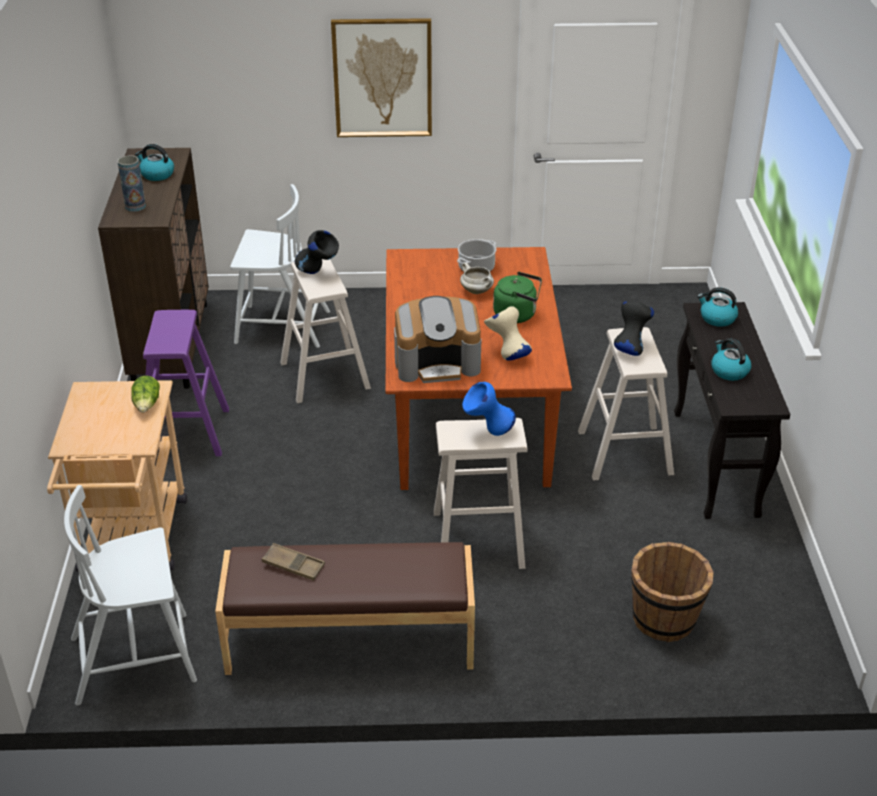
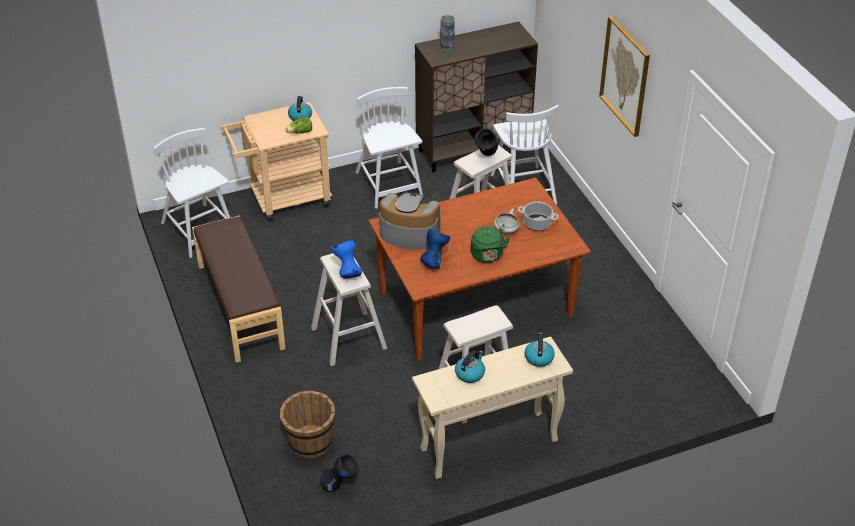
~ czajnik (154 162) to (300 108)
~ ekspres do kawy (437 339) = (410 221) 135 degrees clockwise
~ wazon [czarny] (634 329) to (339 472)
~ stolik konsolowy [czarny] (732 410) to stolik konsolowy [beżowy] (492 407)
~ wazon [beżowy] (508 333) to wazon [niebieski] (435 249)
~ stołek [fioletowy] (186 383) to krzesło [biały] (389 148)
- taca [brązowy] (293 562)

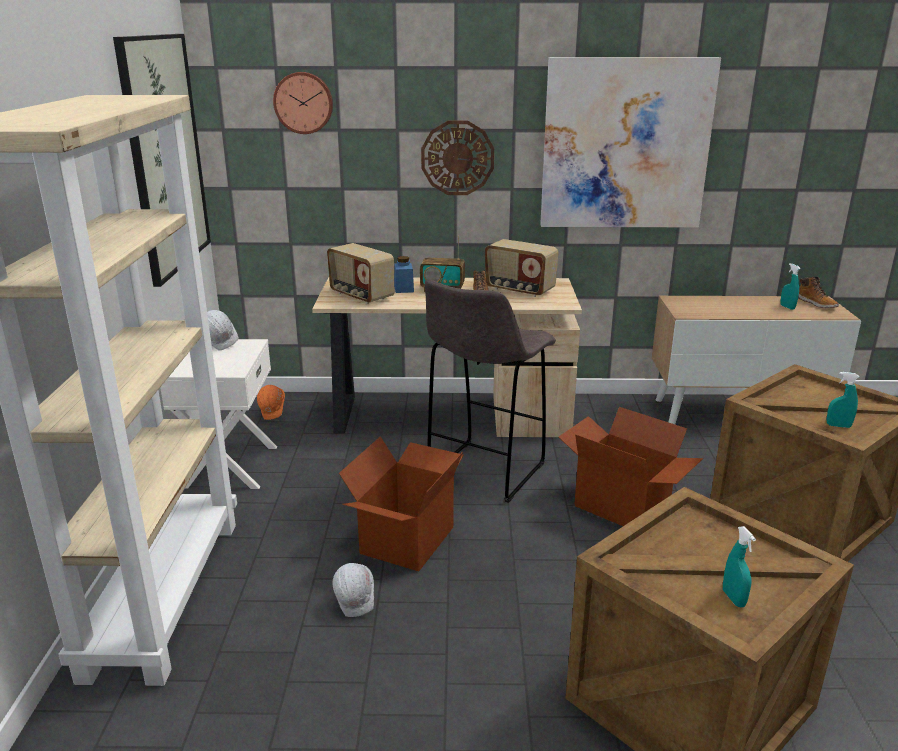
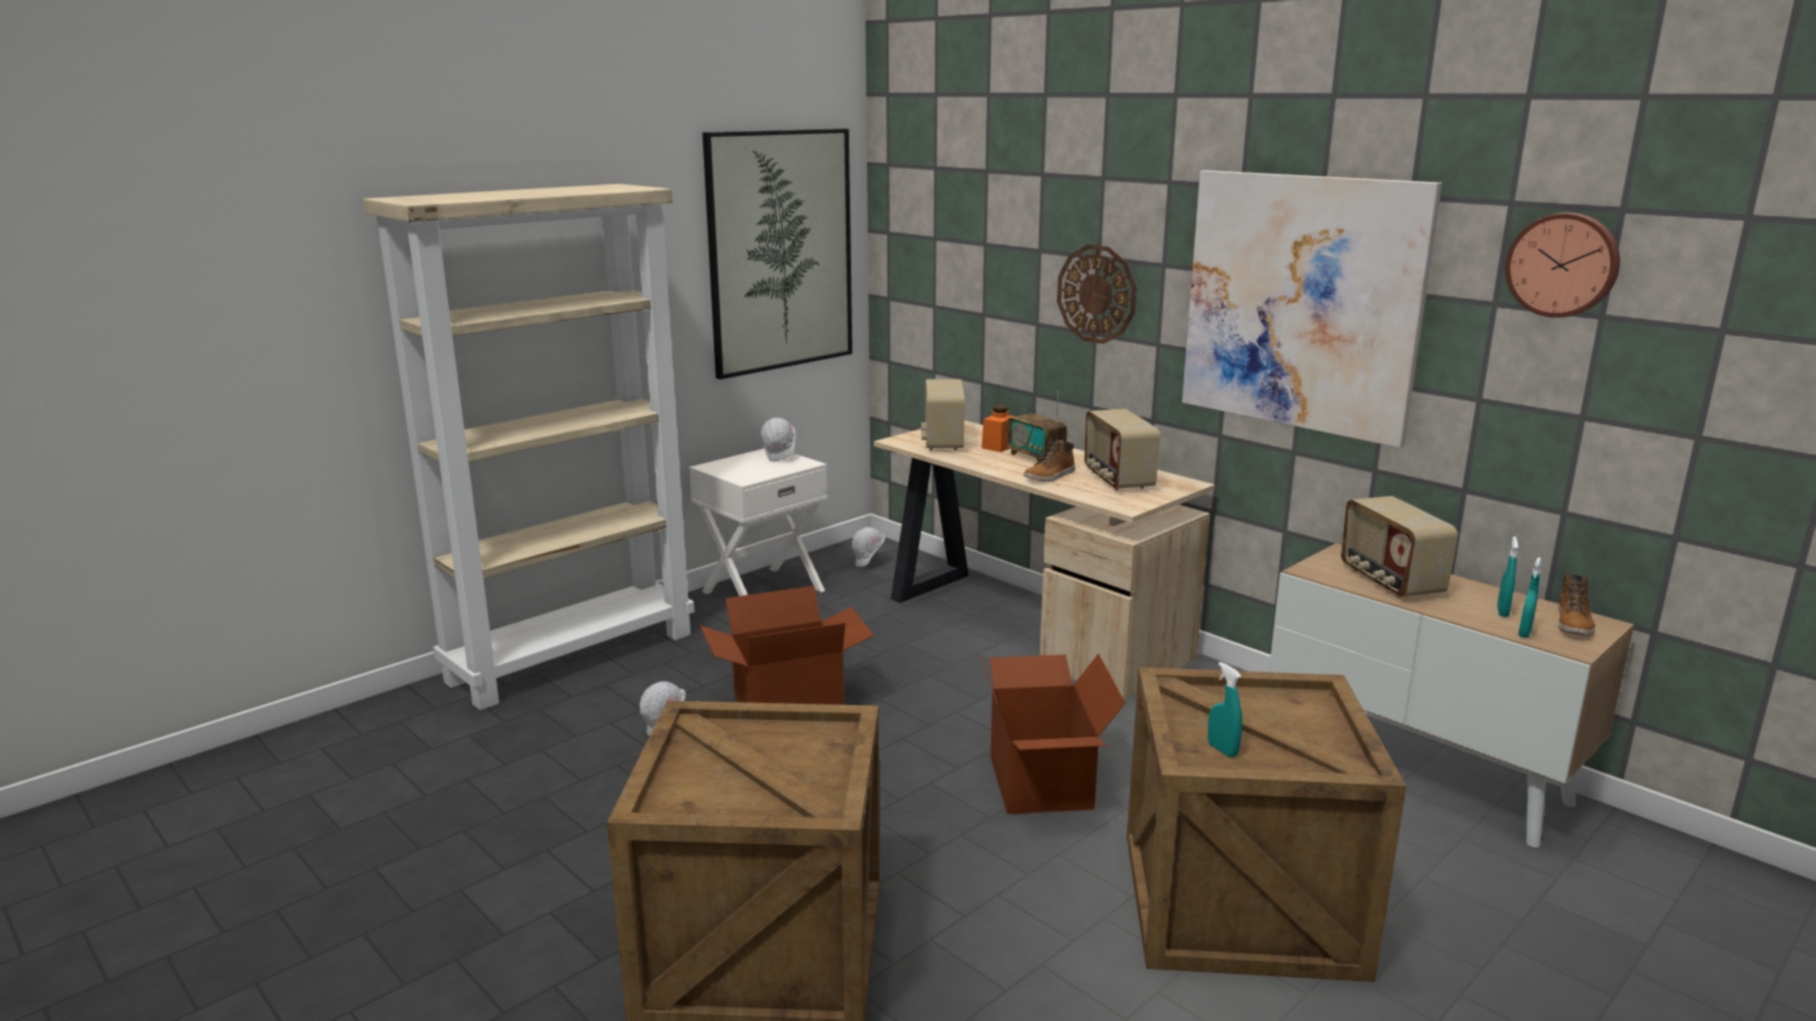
~ zegar ścienny (303 103) to (1562 265)
~ słoik [niebieski] (404 274) to słoik [pomarańczowy] (998 428)
- stołek [szary] (490 391)
~ kask [pomarańczowy] (271 402) to kask [biały] (868 547)
~ spryskiwacz [turkusowy] (739 566) to (1530 597)
+ radio (1399 547)

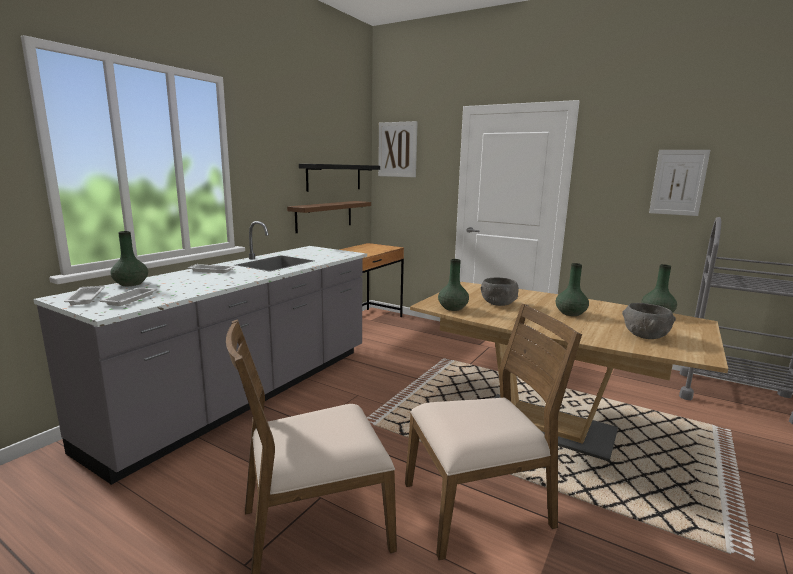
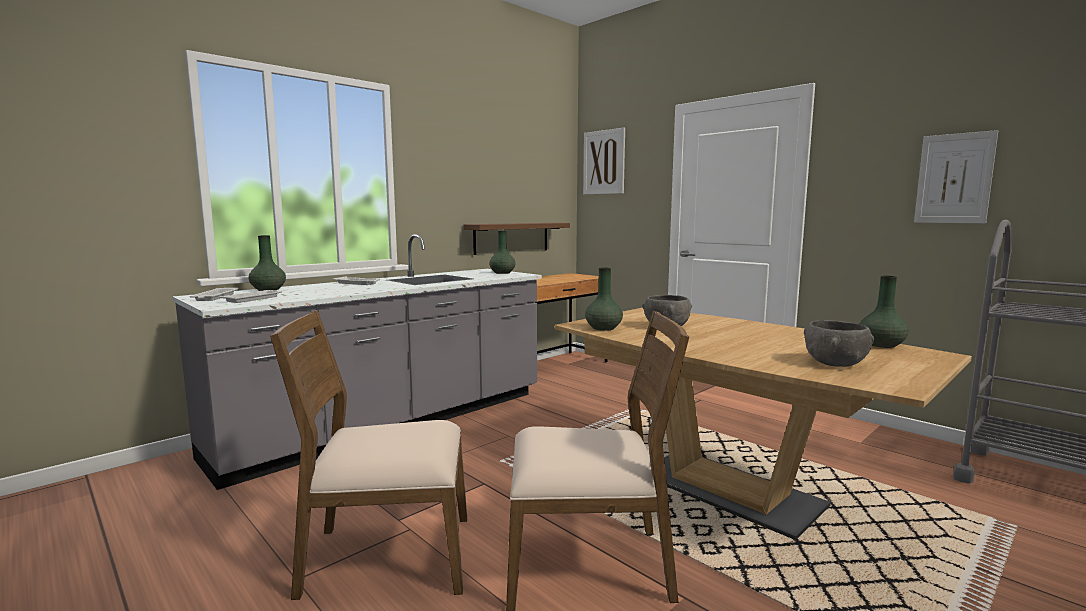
- półka [czarny] (339 178)
~ wazon [zielony] (572 289) to (502 252)

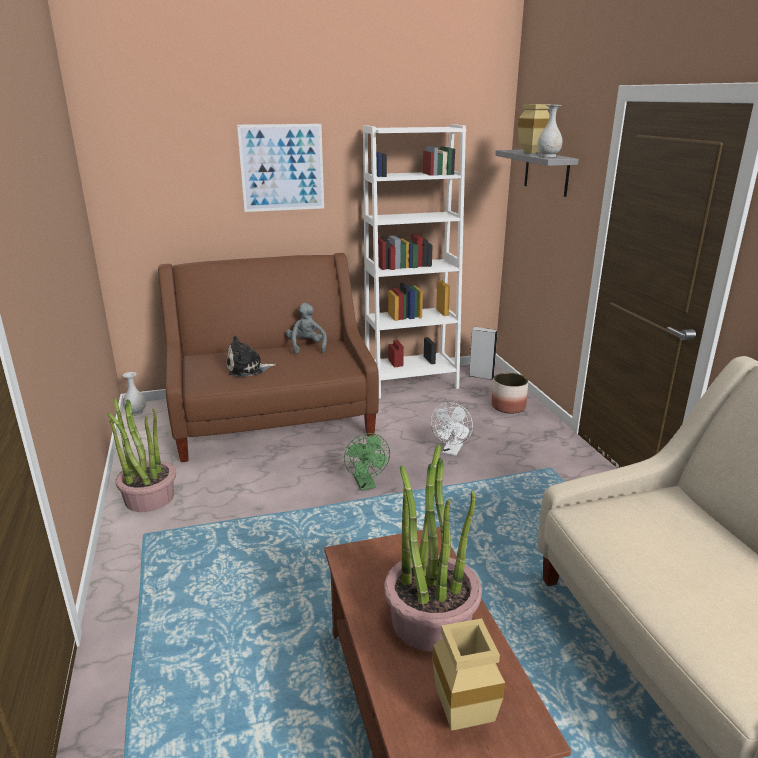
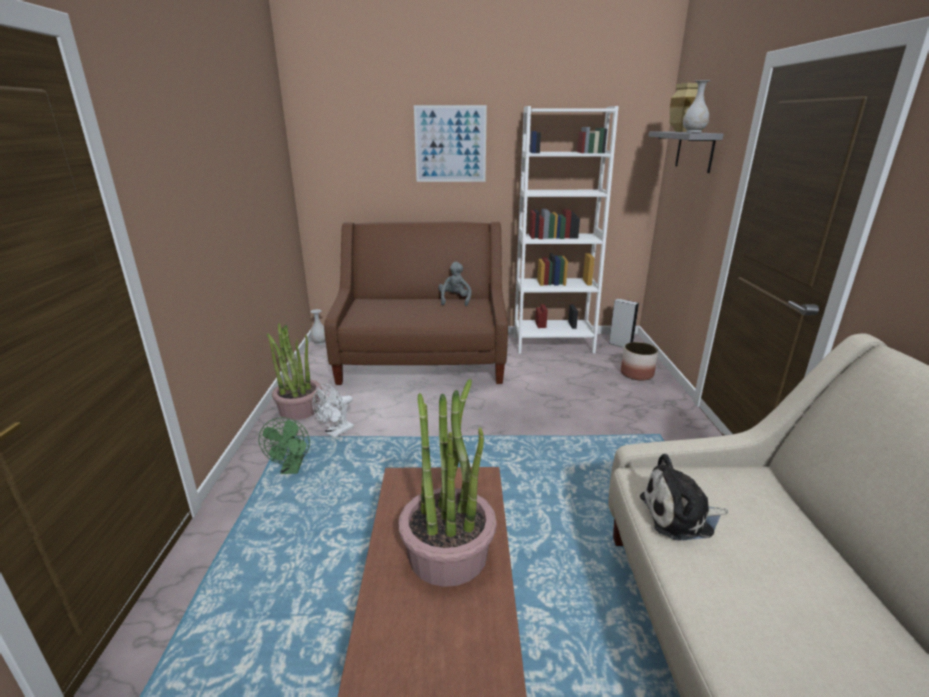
~ pluszak (251 356) to (684 497)
~ wentylator [biały] (452 429) to (333 411)
~ wentylator [zielony] (367 461) to (284 445)
- wazon [beżowy] (468 674)

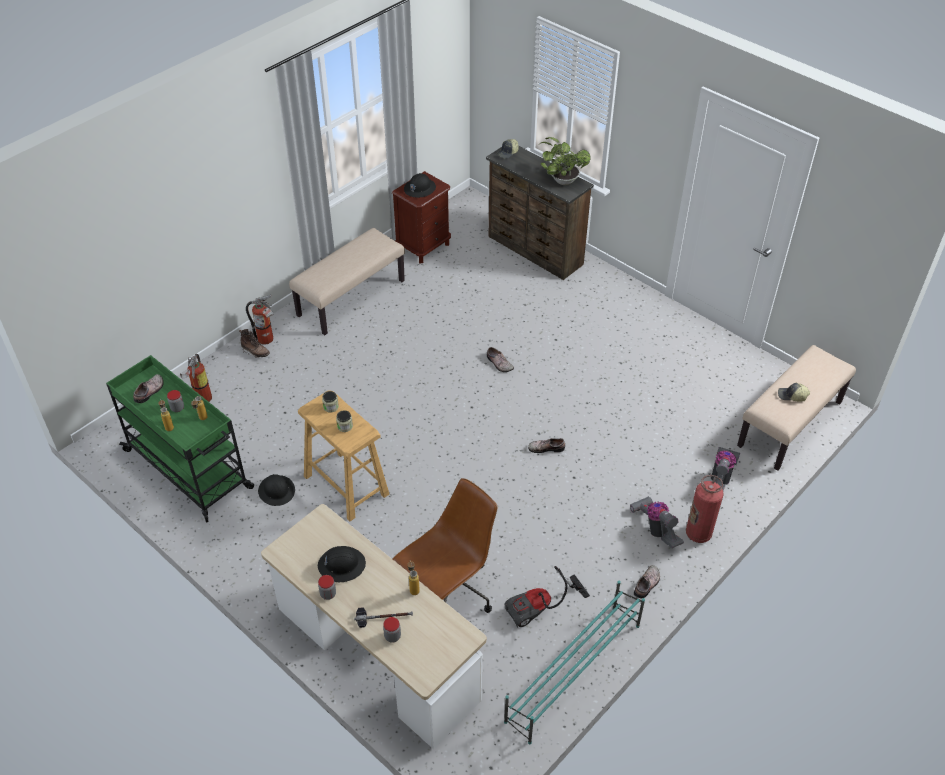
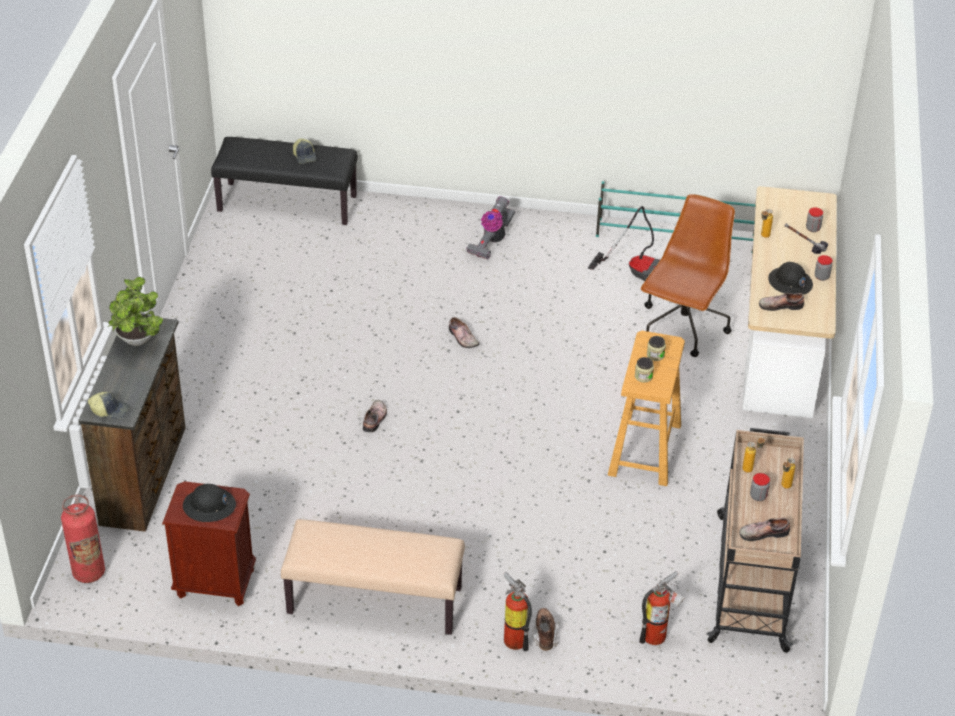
~ ławka [beżowy] (796 408) to ławka [czarny] (284 181)
~ wózek [zielony] (180 439) to wózek [beżowy] (755 540)
- odkurzacz (725 469)
- kask [czarny] (276 490)
~ gaśnica (705 509) to (83 539)
~ krzesło biurowe [brązowy] (445 545) = (688 275) 105 degrees clockwise
~ but (647 582) to (781 302)

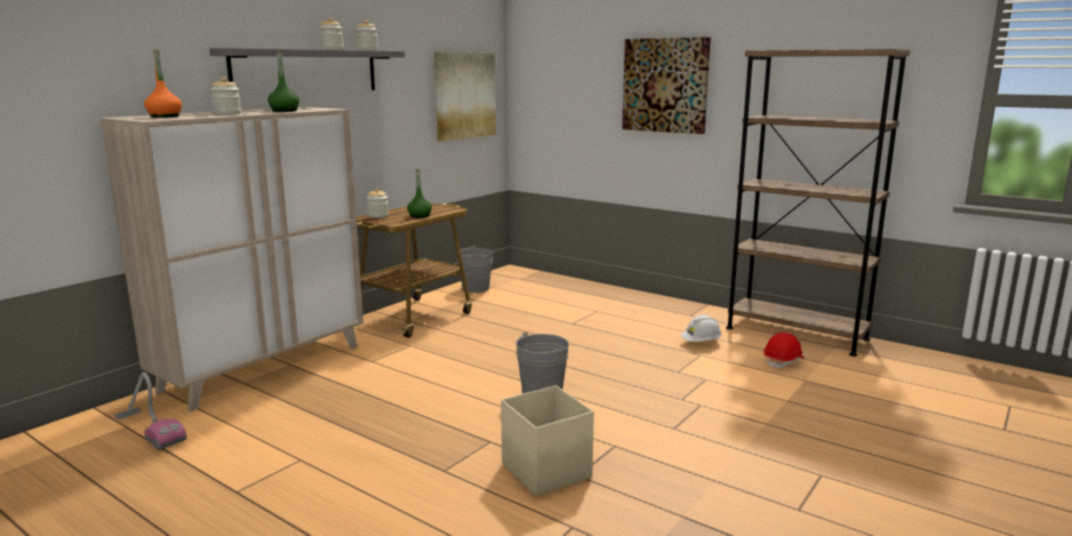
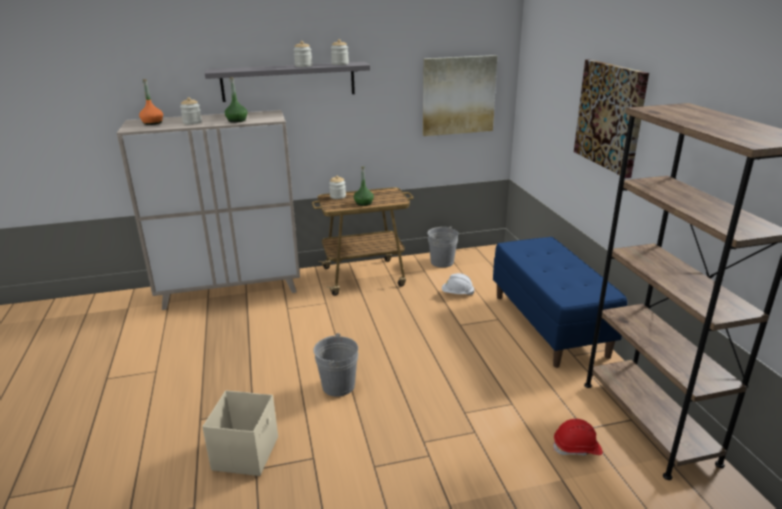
~ kask [biały] (701 328) to (458 284)
- odkurzacz (150 411)
+ ławka [niebieski] (560 302)

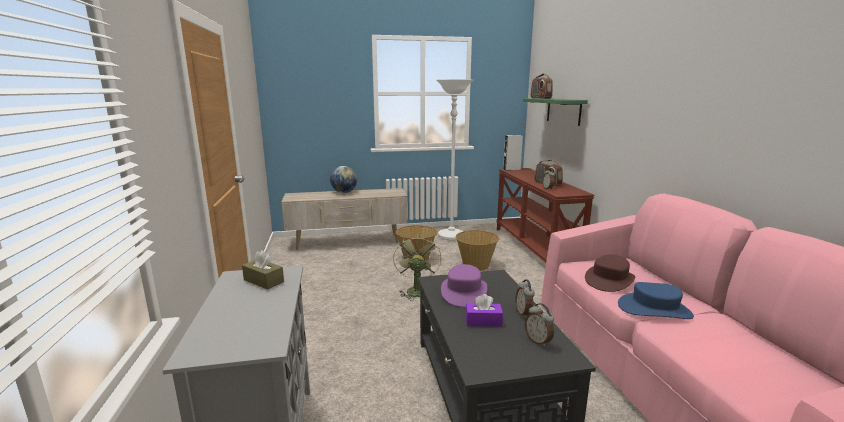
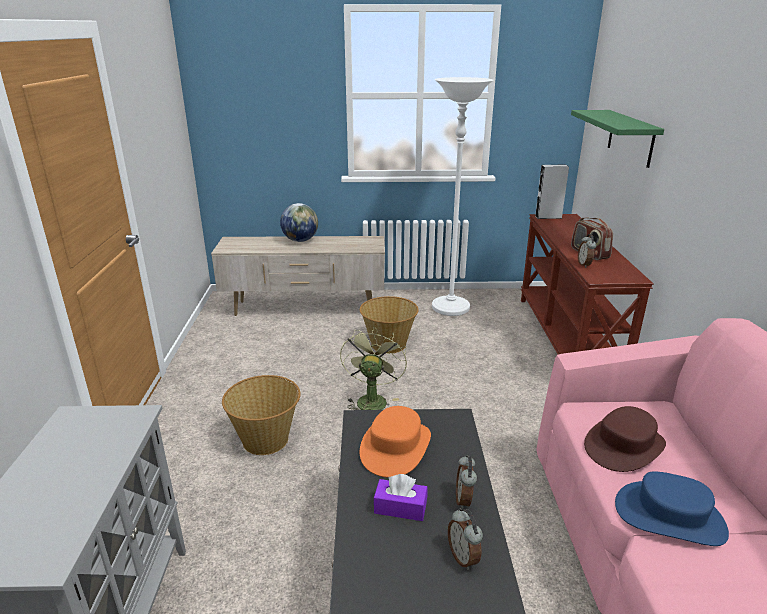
- radio (542 86)
~ koszyk (477 250) to (261 415)
- pudełko chusteczek [brązowy] (263 270)
~ kapelusz [fioletowy] (464 285) to kapelusz [pomarańczowy] (395 442)

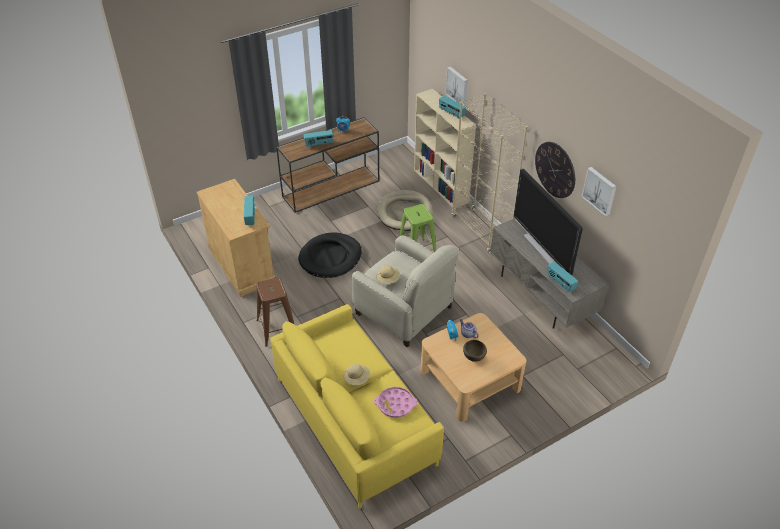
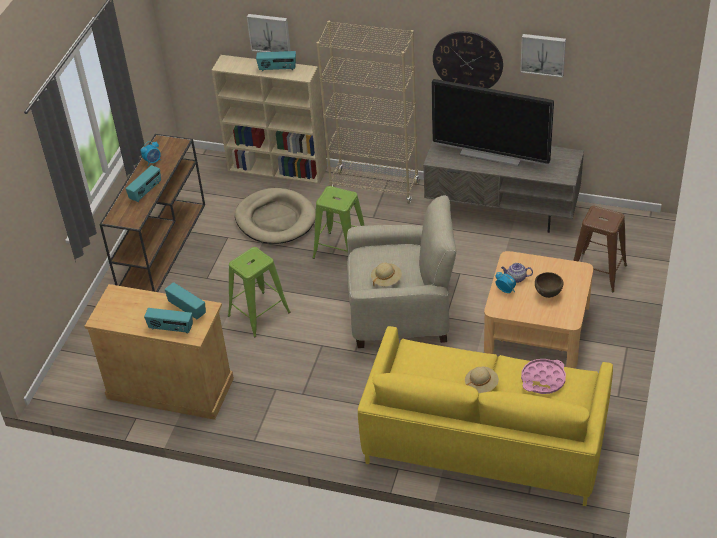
~ legowisko [czarny] (330 255) to stołek [zielony] (259 292)
~ radio (562 277) to (168 320)
~ stołek [brązowy] (275 312) to (600 249)

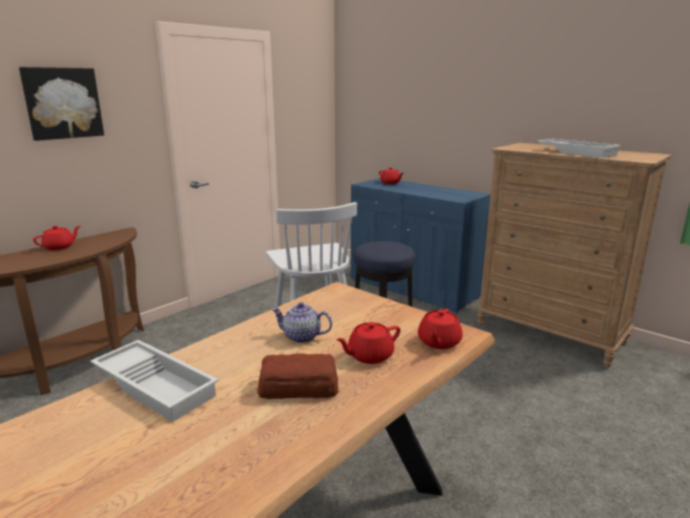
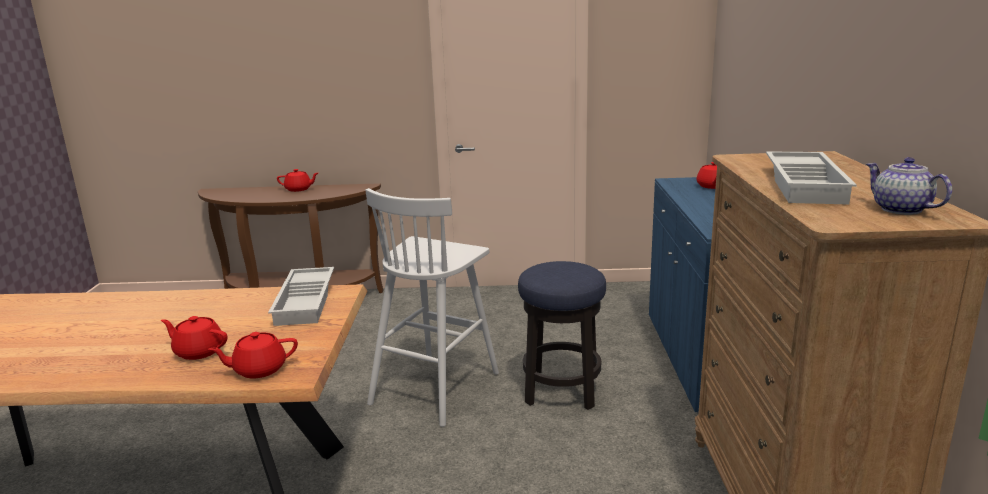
- obraz (61 104)
~ imbryk (301 322) to (909 186)
~ taca [biały] (154 381) to (301 296)
- chleb (298 376)

